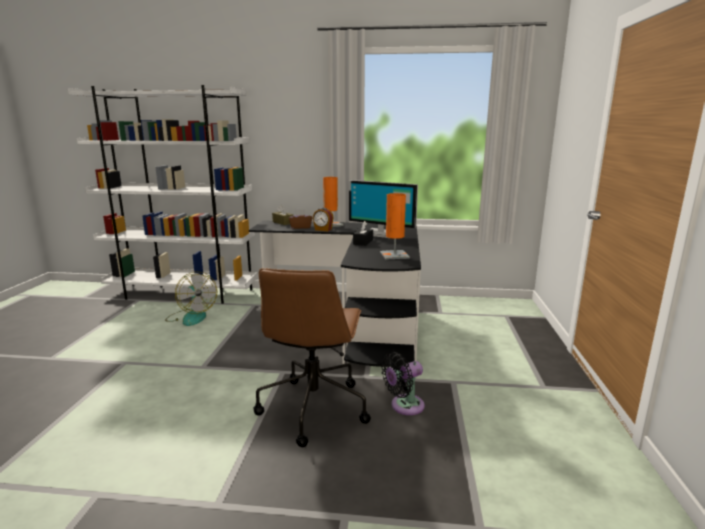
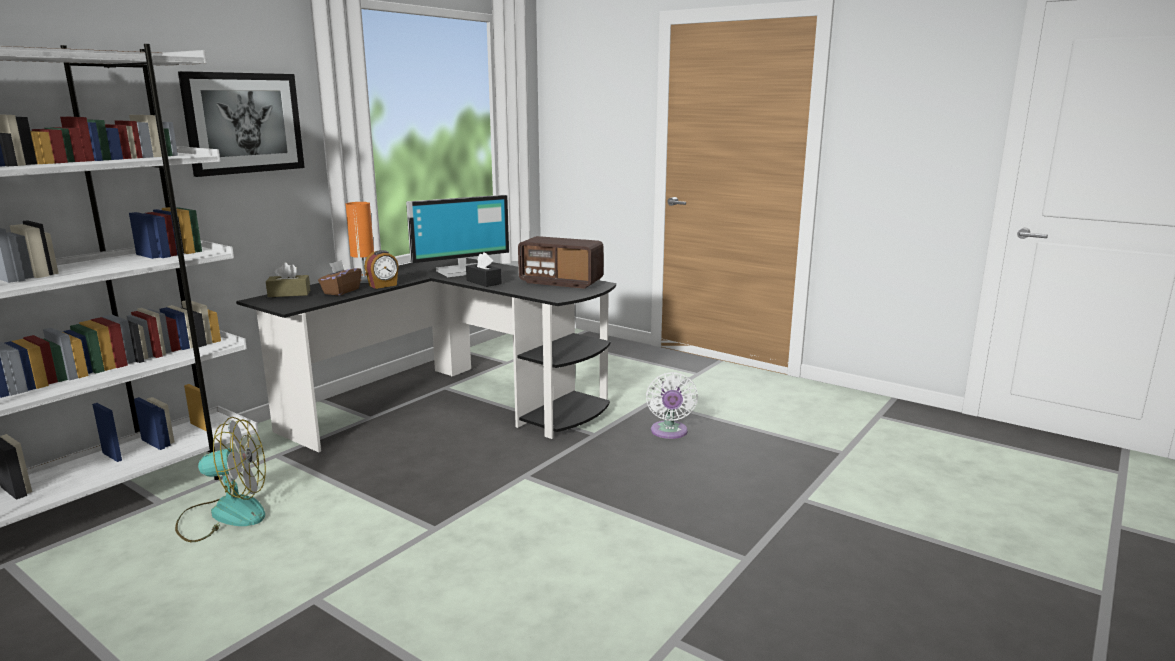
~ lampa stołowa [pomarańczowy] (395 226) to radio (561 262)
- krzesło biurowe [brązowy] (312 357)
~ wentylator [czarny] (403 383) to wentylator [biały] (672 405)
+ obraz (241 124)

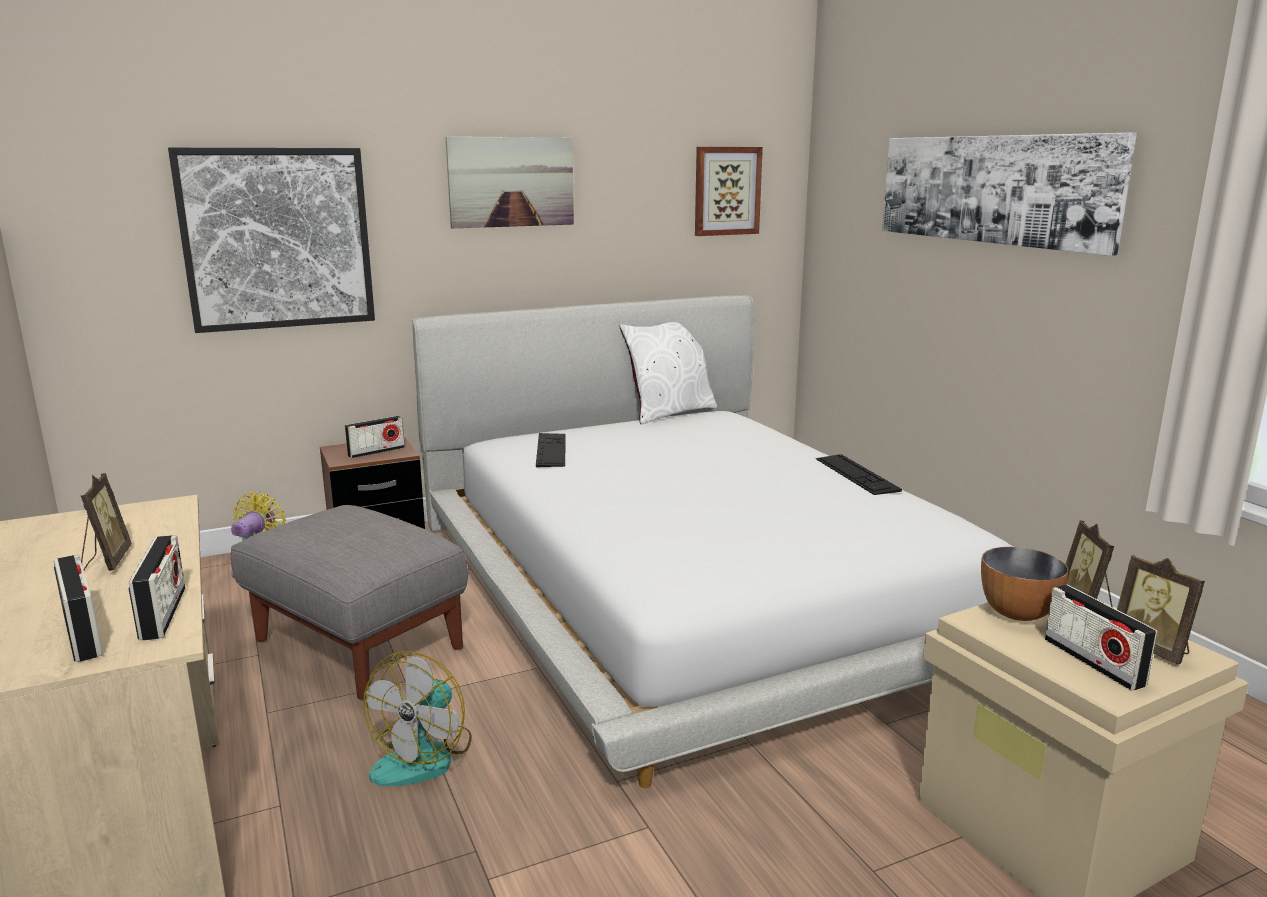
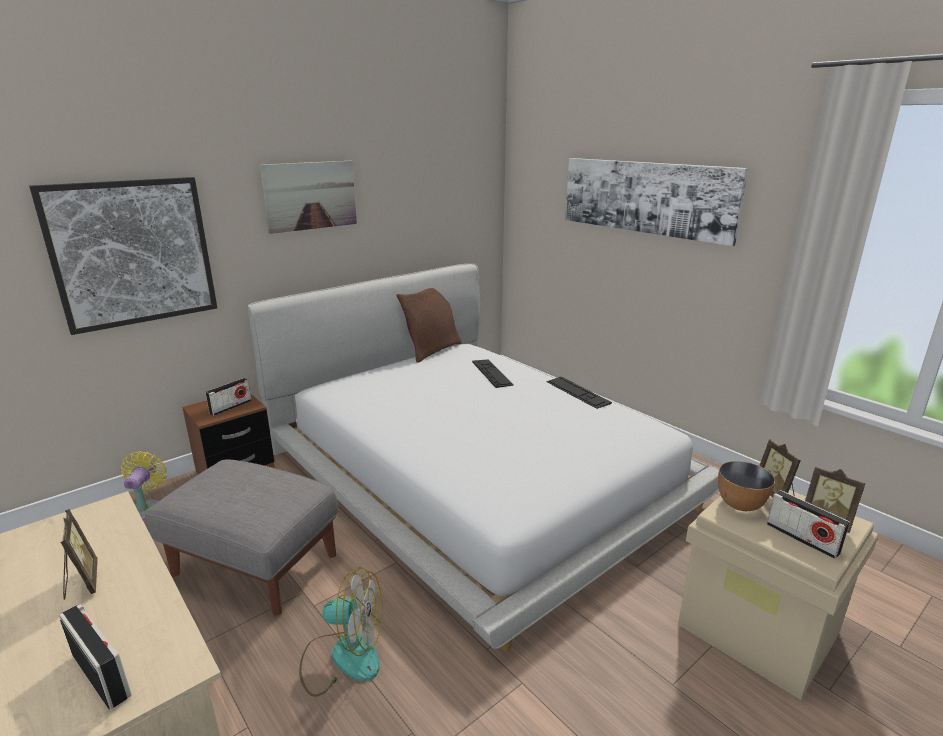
- obraz (729 191)
~ poduszka [biały] (668 373) to poduszka [brązowy] (429 325)
~ klawiatura (551 450) to (493 373)
- radio (157 587)
~ wentylator (417 718) = (340 632) 90 degrees counterclockwise

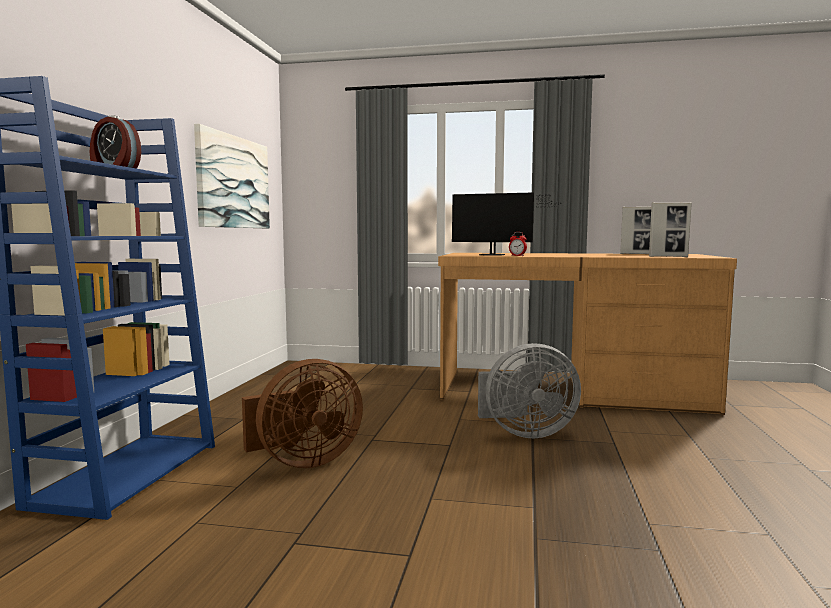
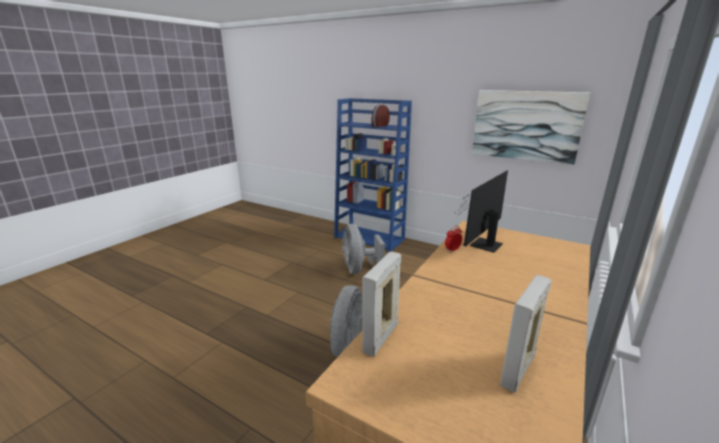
~ wentylator [brązowy] (302 413) to wentylator [szary] (363 249)

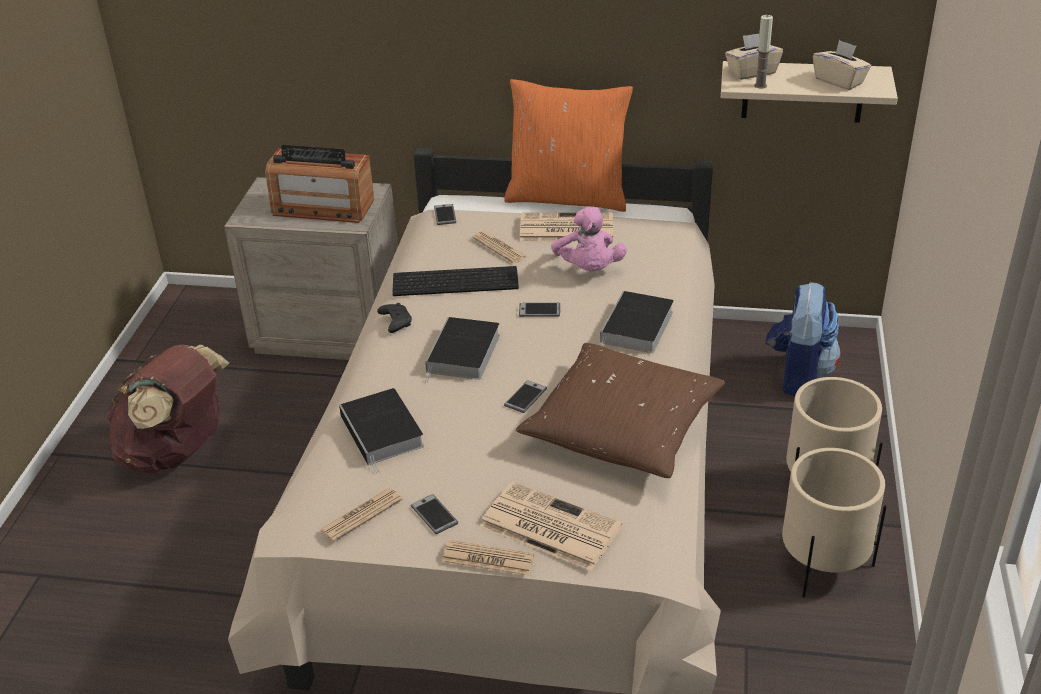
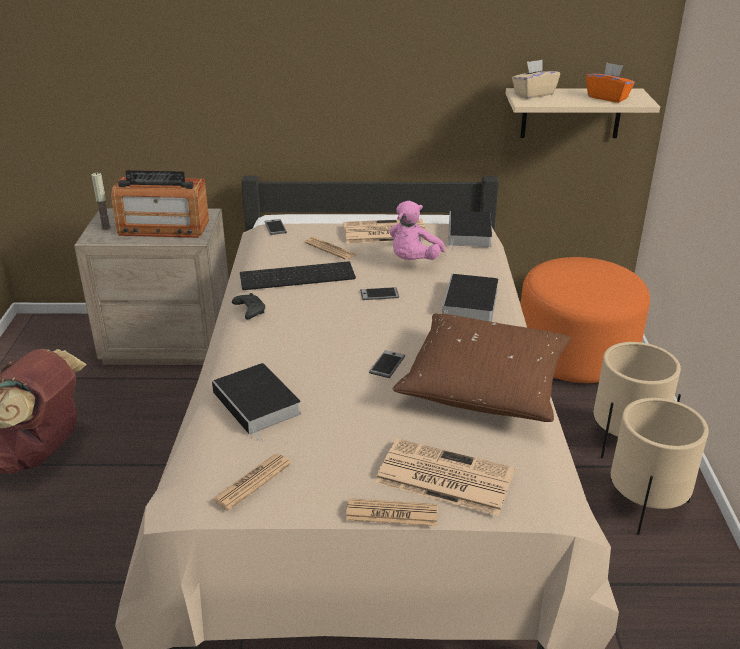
~ świeca (763 52) to (101 201)
~ pudełko chusteczek [beżowy] (842 65) to pudełko chusteczek [pomarańczowy] (610 83)
- poduszka [pomarańczowy] (568 145)
~ pluszak [różowy] (589 239) = (417 230) 45 degrees clockwise
~ plecak (803 339) to pufa [pomarańczowy] (585 320)
~ książka (462 350) to (470 230)
- telefon (434 514)

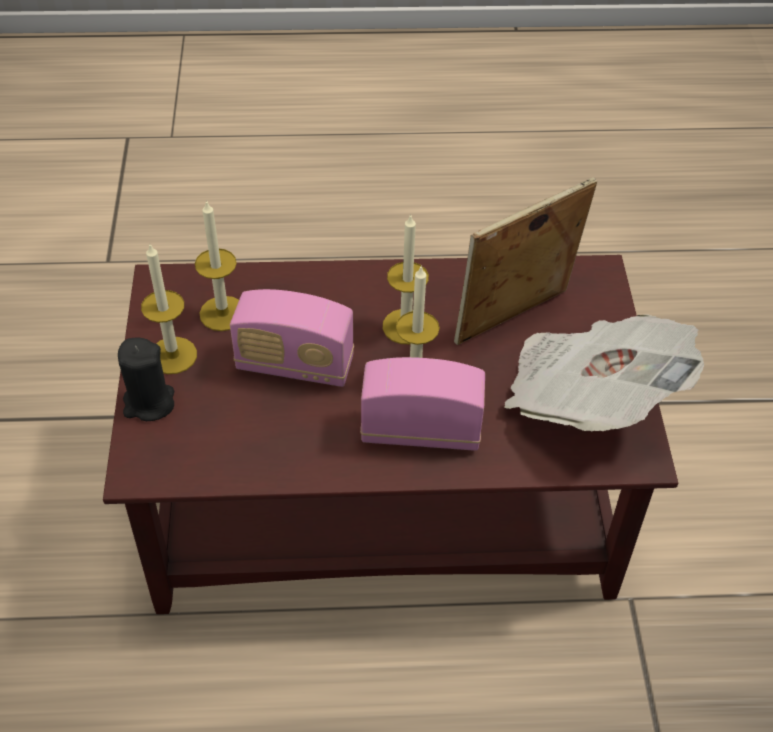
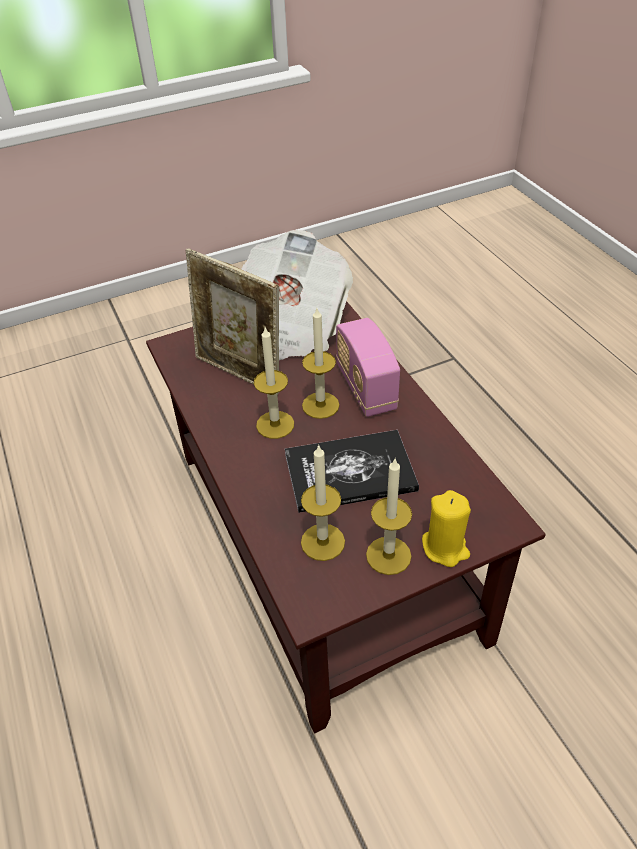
~ radio (292 338) to książka (352 471)
~ świeca [czarny] (146 379) to świeca [żółty] (446 528)

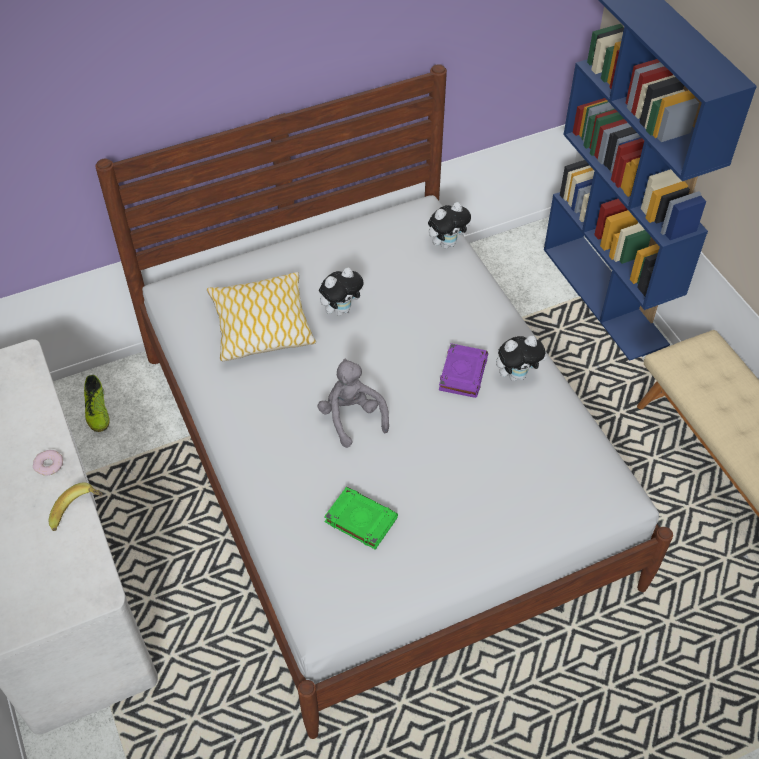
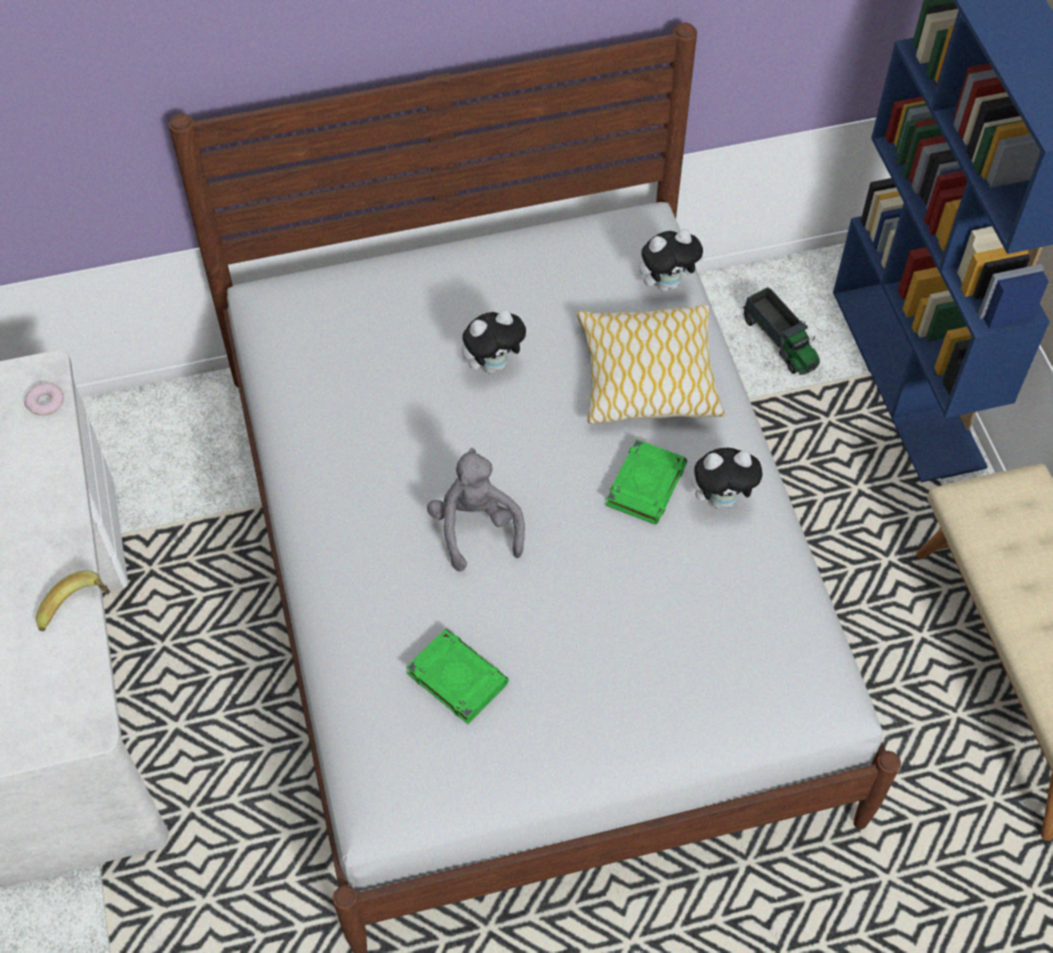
~ poduszka (261 316) to (651 364)
~ książka [fioletowy] (463 370) to książka [zielony] (646 481)
- but (97 403)
~ donut (48 462) to (44 399)
+ ciężarówka zabawkowa (781 331)

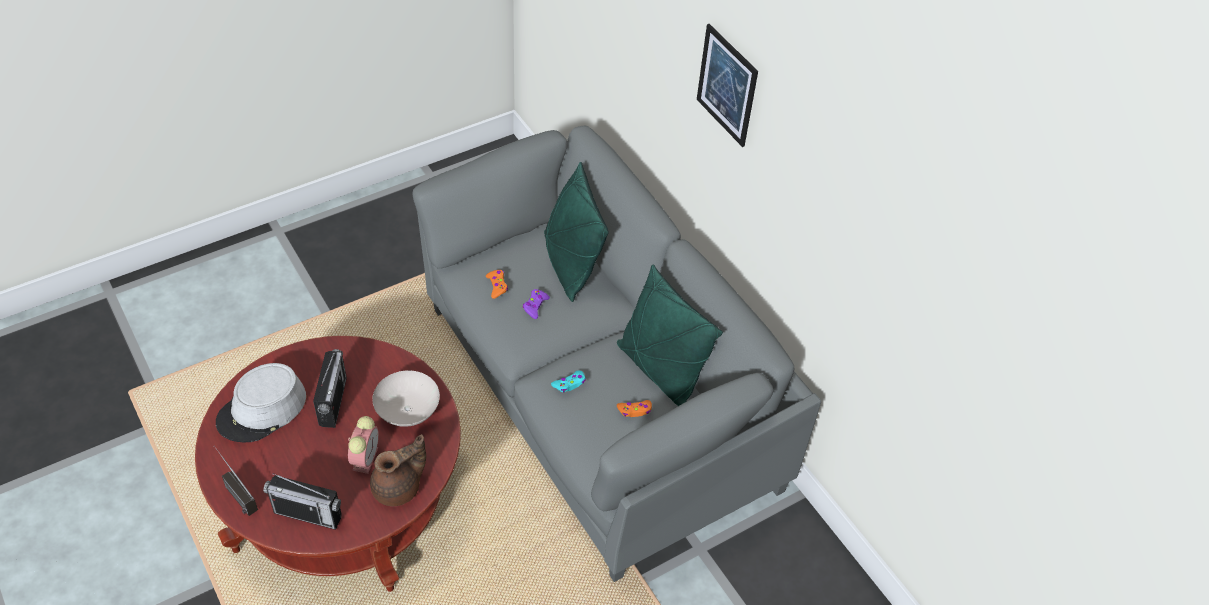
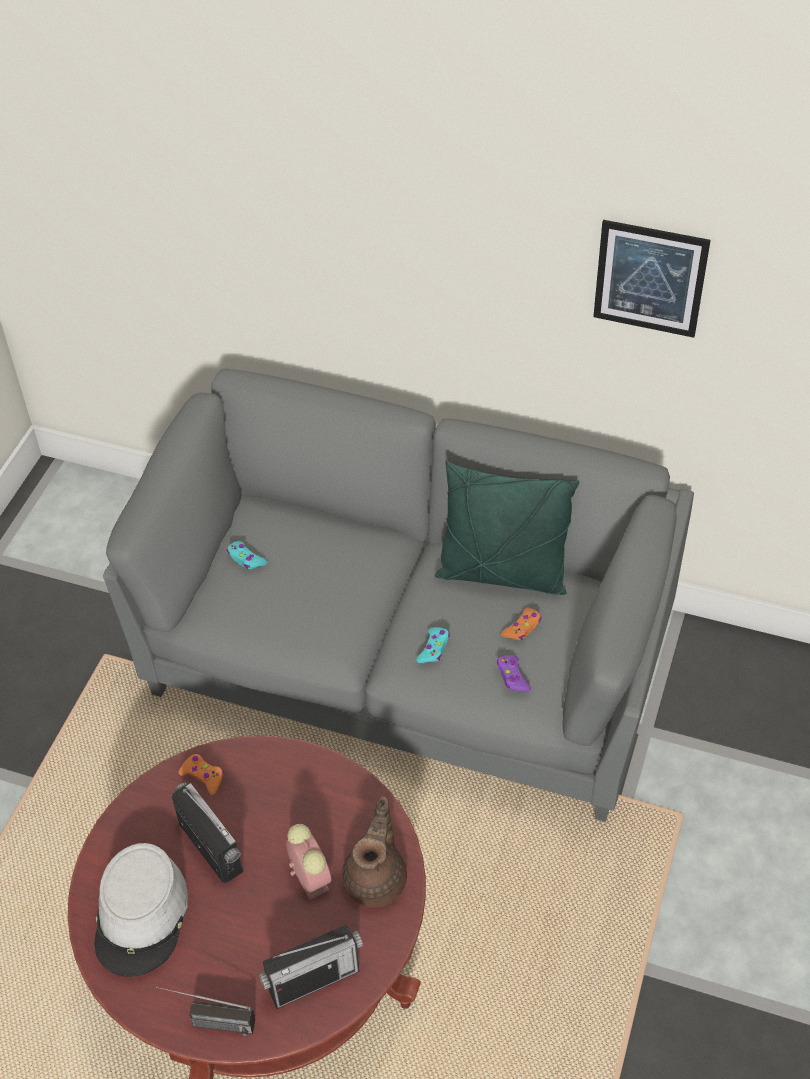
~ obraz (727 85) to (652 279)
- poduszka [zielony] (576 232)
~ pad do gier [pomarańczowy] (497 284) to (201 774)
~ pad do gier [fioletowy] (536 304) to (514 673)
- miska [biały] (406 398)
+ pad do gier [turkusowy] (247 555)

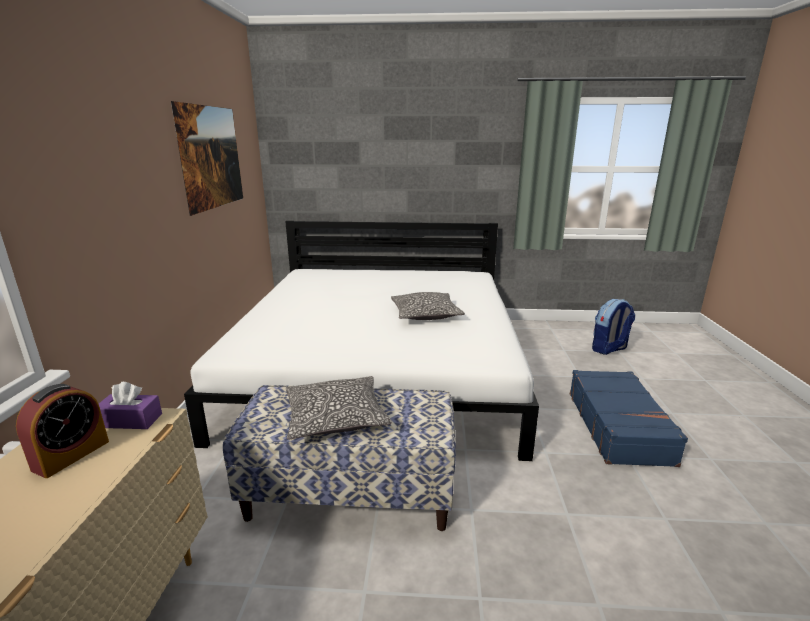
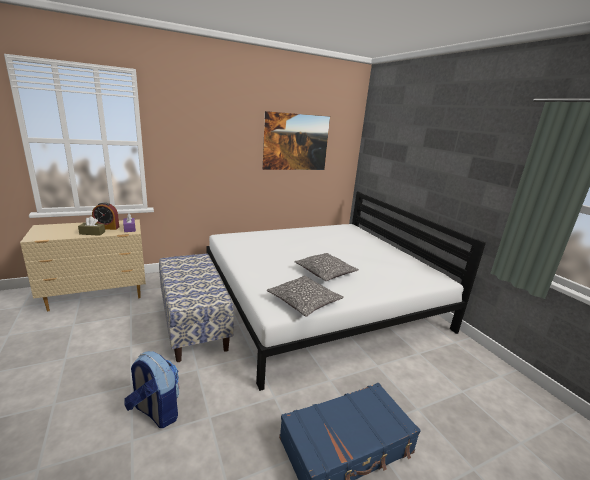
~ plecak (613 327) to (151 389)
~ poduszka (339 408) to (305 296)
+ pudełko chusteczek [brązowy] (91 226)

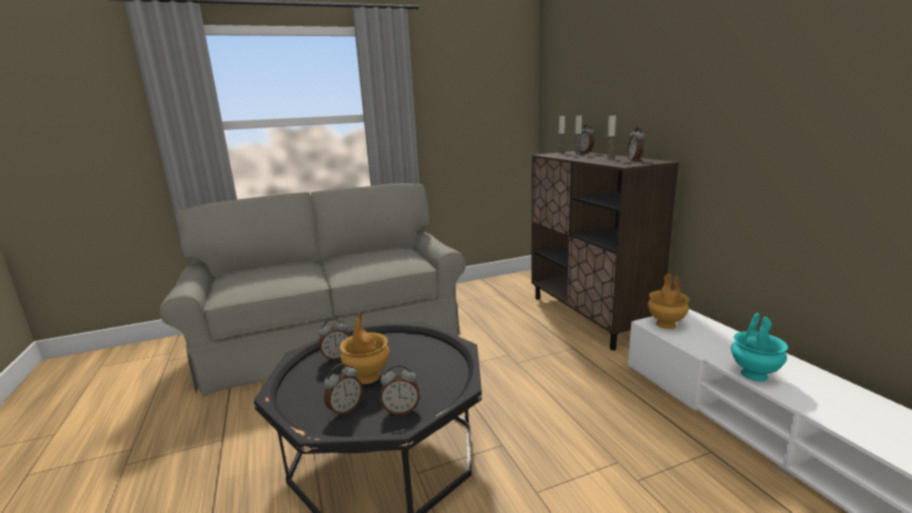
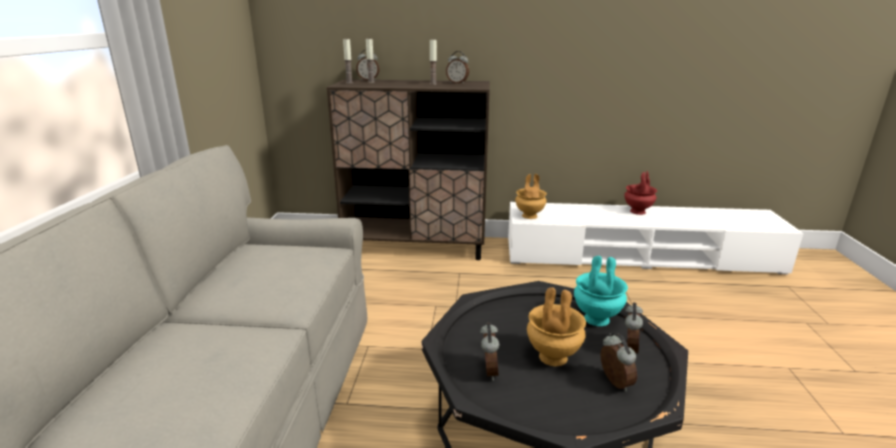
~ wazon [turkusowy] (759 347) to (601 291)
+ wazon [czerwony] (640 193)

